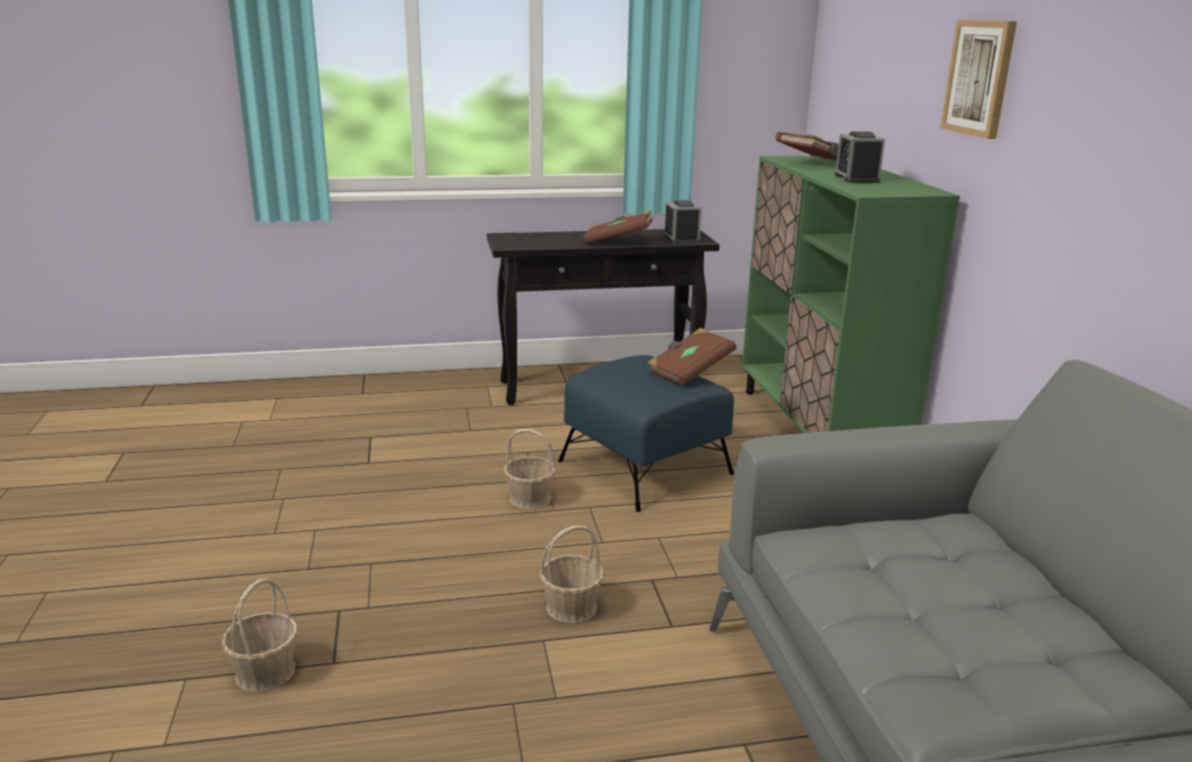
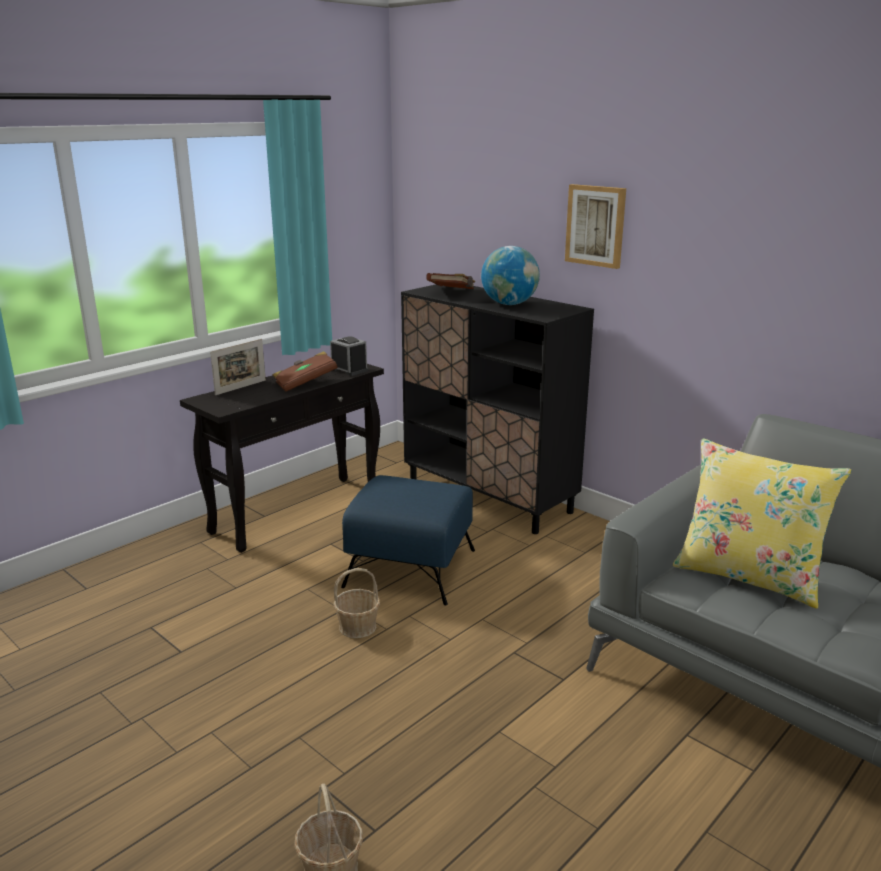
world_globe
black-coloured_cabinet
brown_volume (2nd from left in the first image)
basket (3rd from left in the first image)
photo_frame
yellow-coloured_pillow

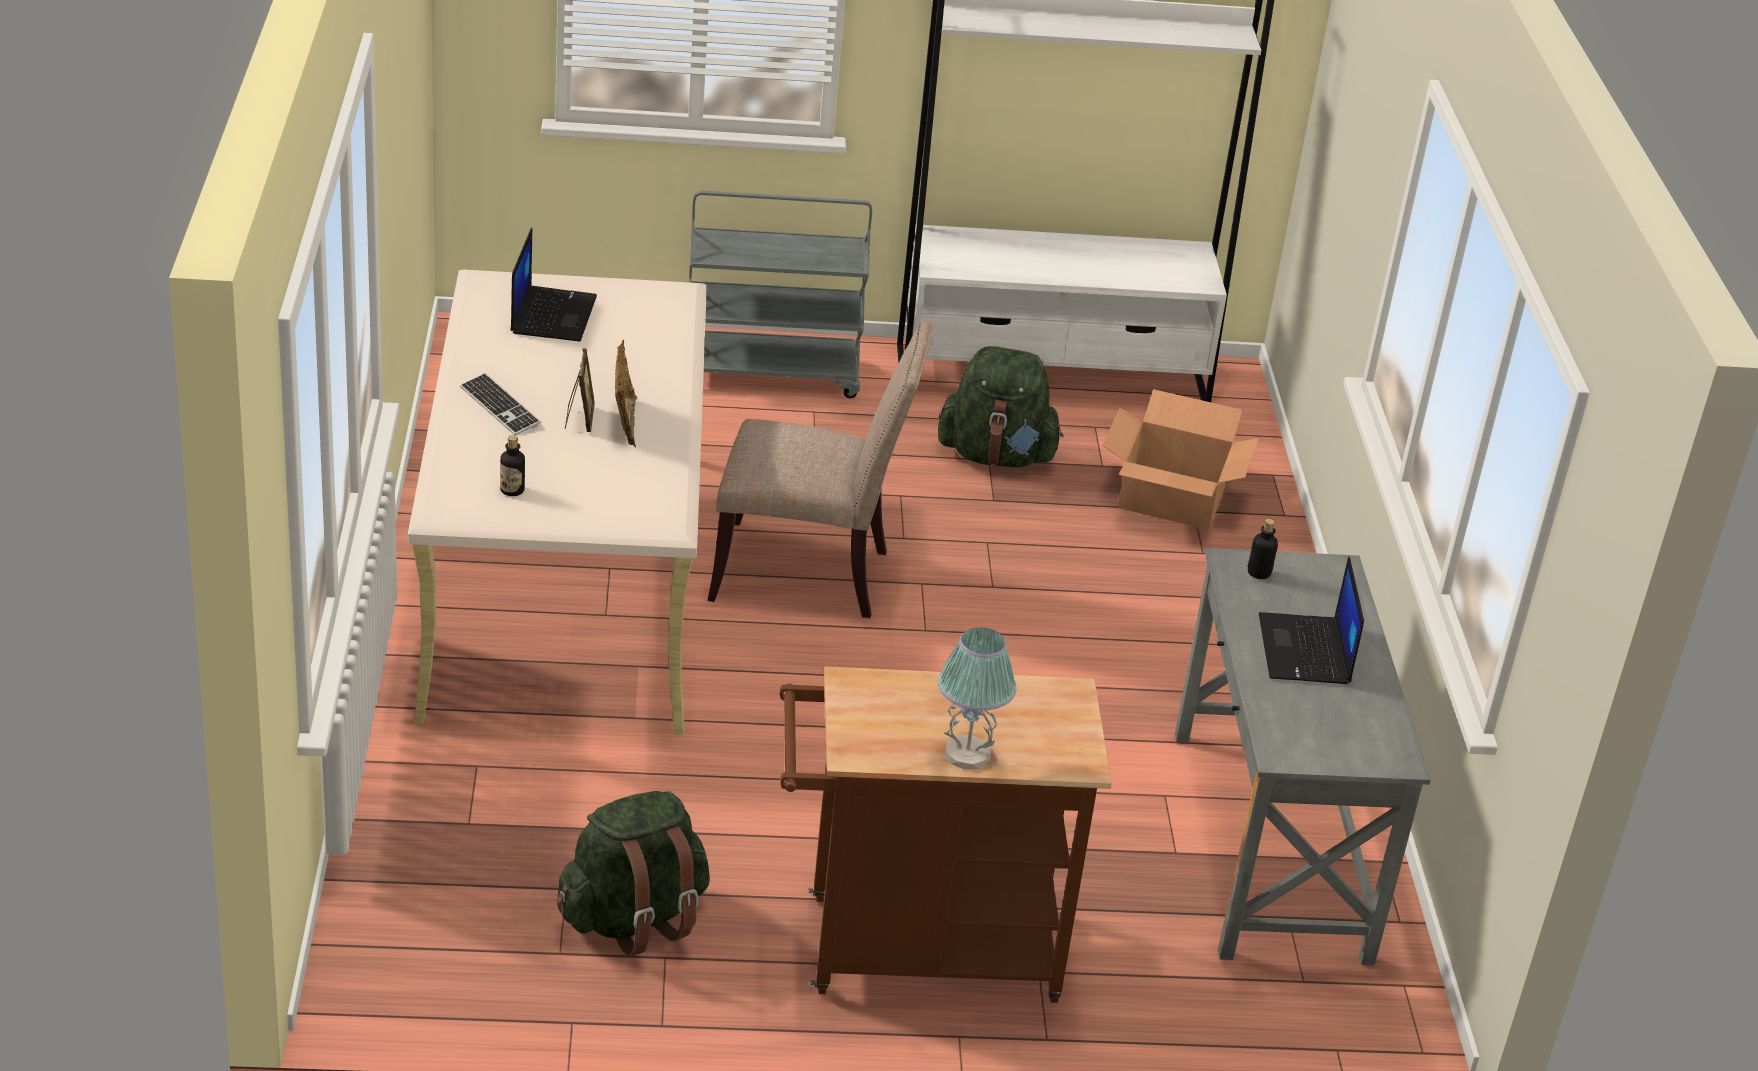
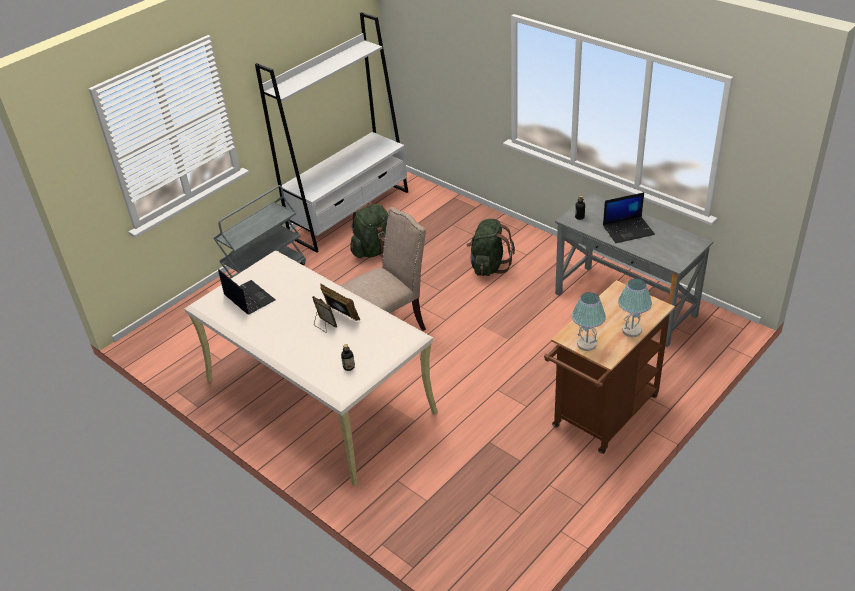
PC_keyboard
packing_box
laptop (2nd from left)
green_backpack (2nd from left)
tabletop_lamp (1st from left)

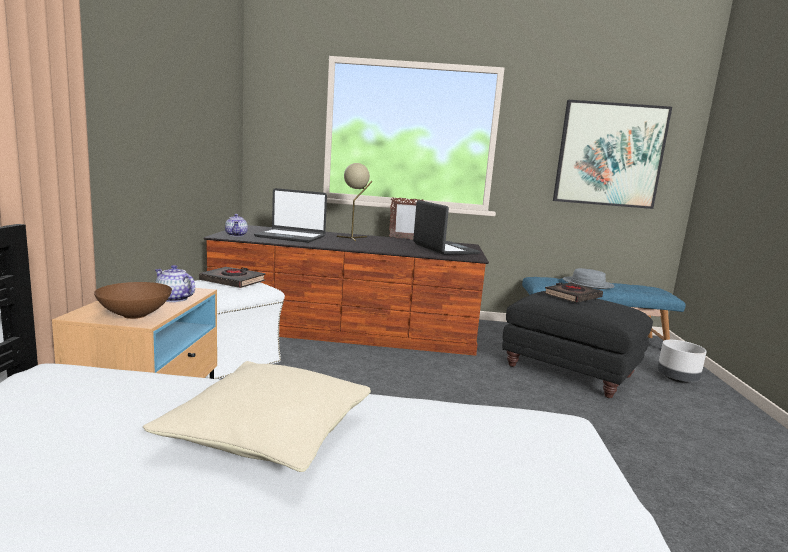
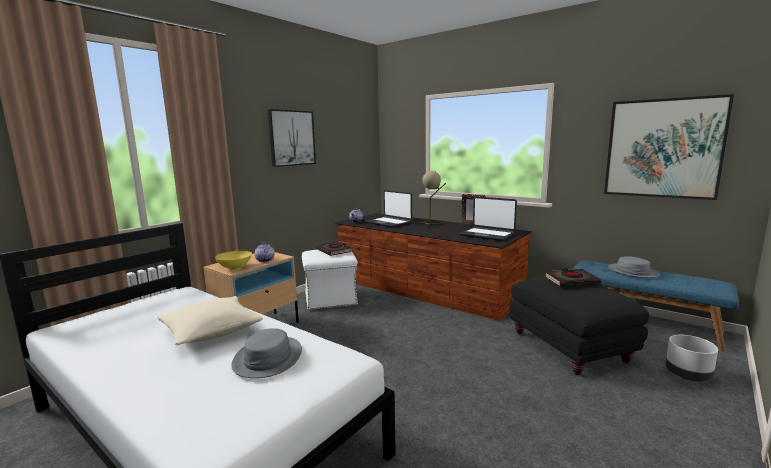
laptop (2nd from left)
yellow-coloured_bowl
wall_art (1st from left)
grey_hat (1st from left)

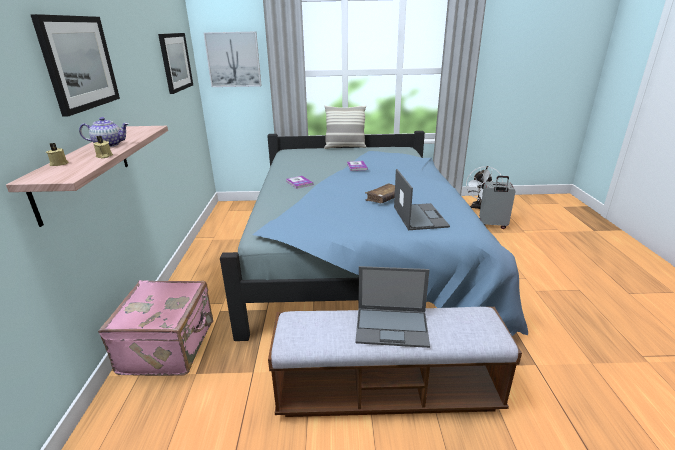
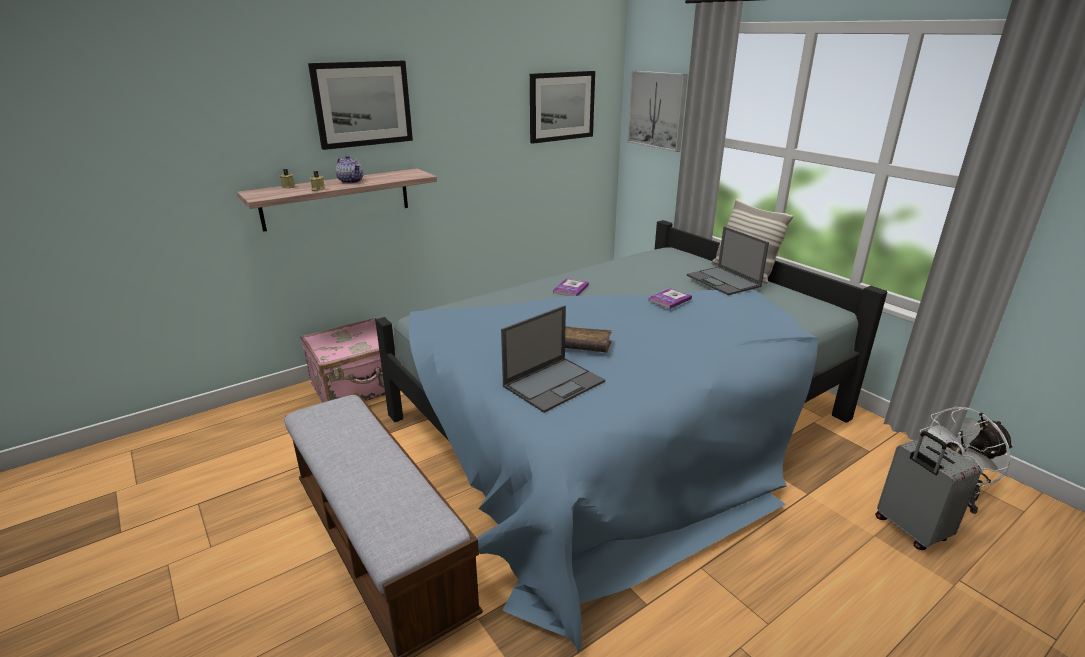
laptop (2nd from left)

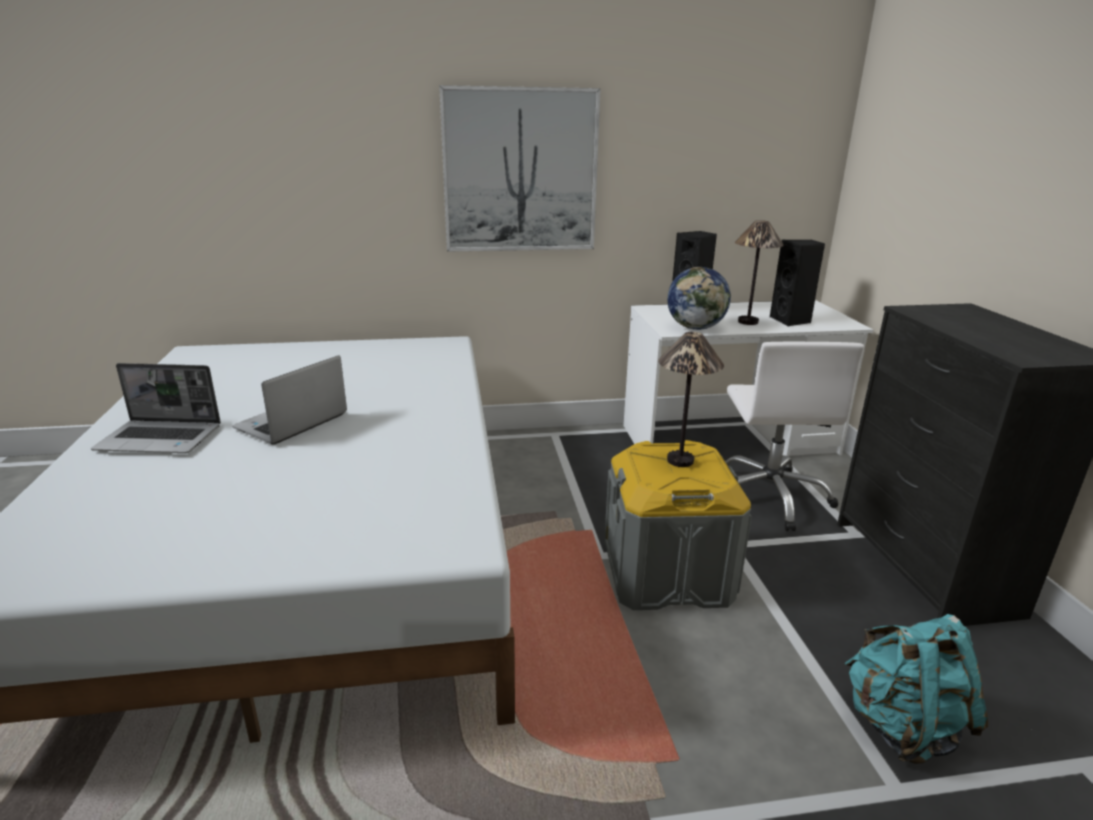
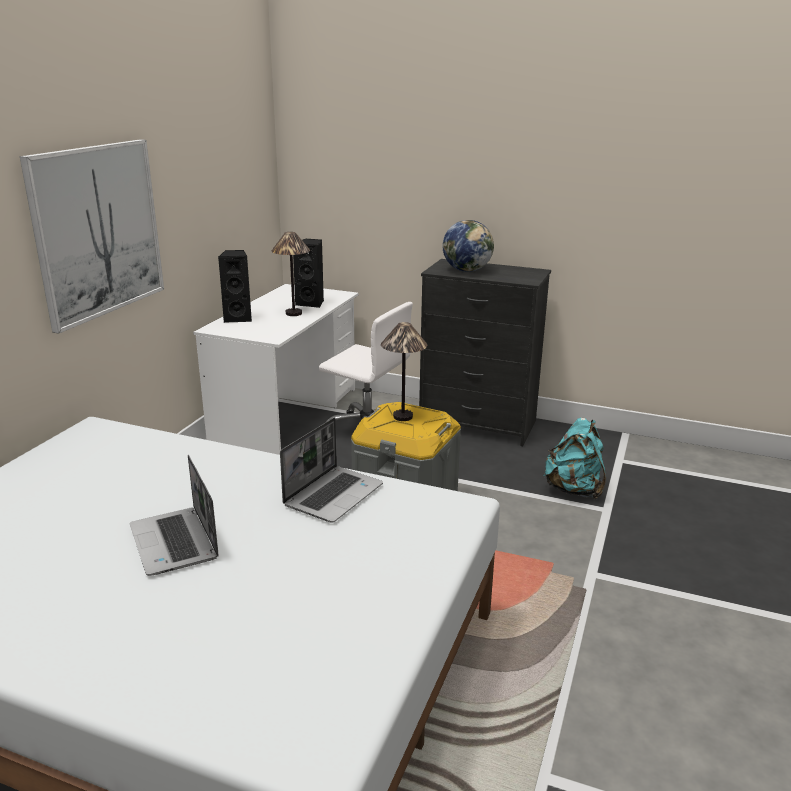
world_globe
laptop (2nd from left)

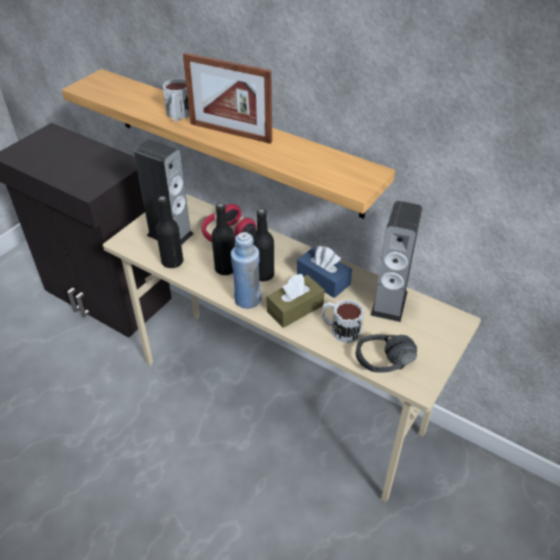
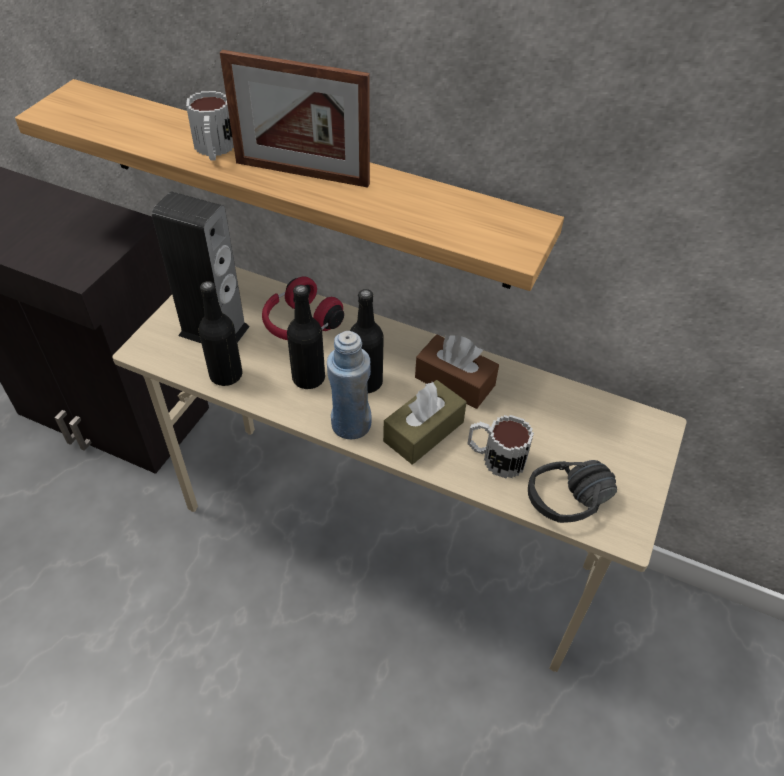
speaker (2nd from left in the first image)
brown_tissue_box (2nd from left)

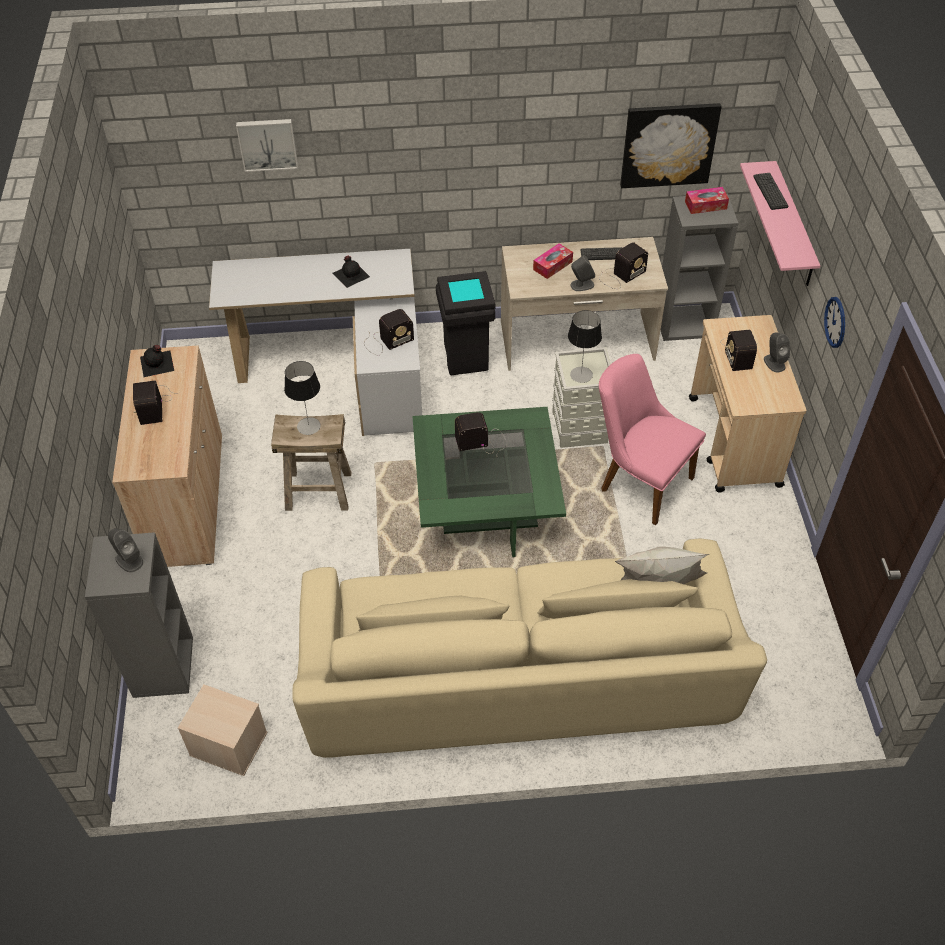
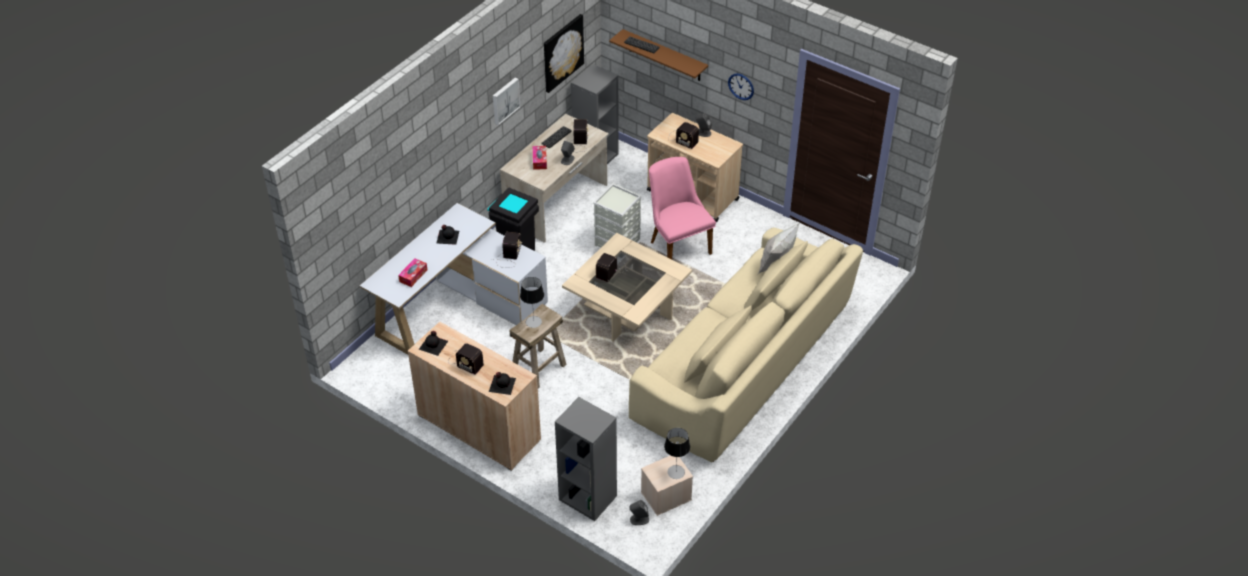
wall_art (1st from left)
brown_bracket_shelf
tissue_box (1st from left)
tabletop_lamp (2nd from left)
pinkish_upright_chair
sand-coloured_low_table
grey_speaker (2nd from left)
black-coloured_beverage_bottle (3rd from left)

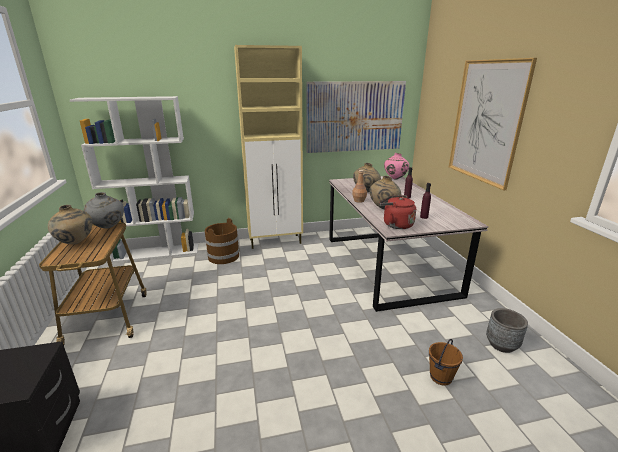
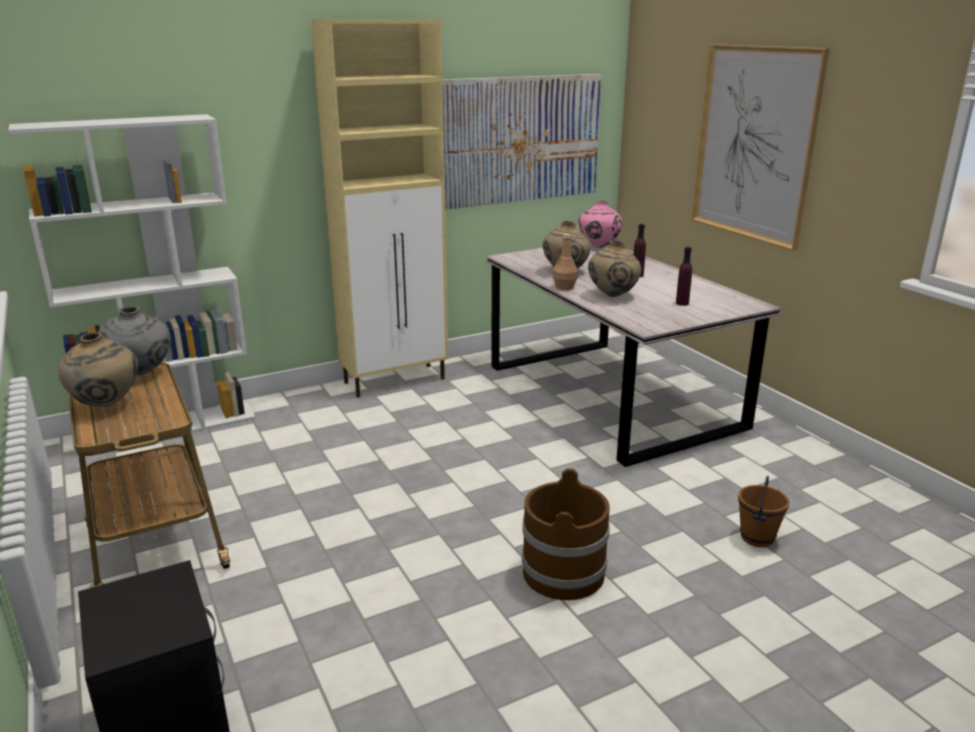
reddish_kettle
brown_bucket (1st from left)
grey_plant_pot

